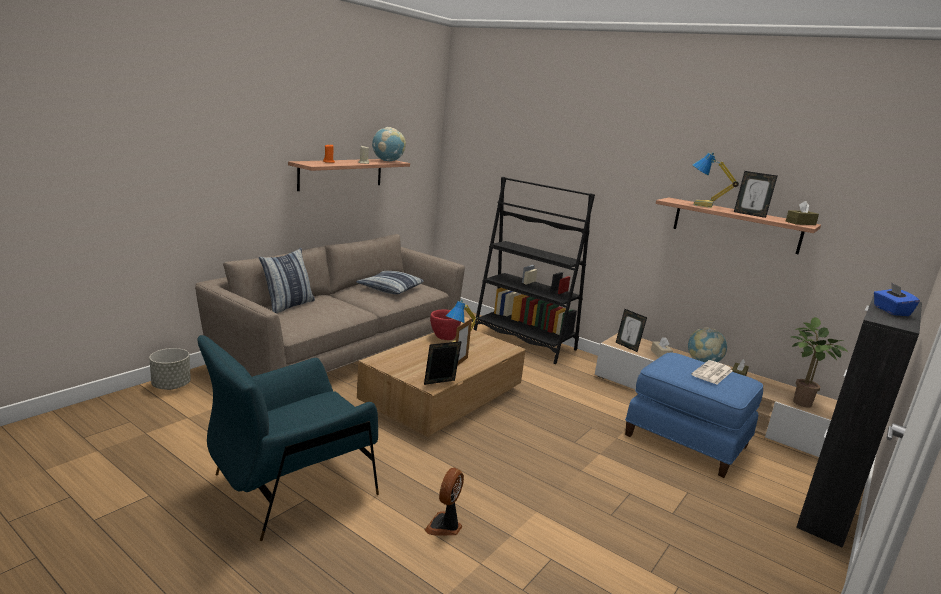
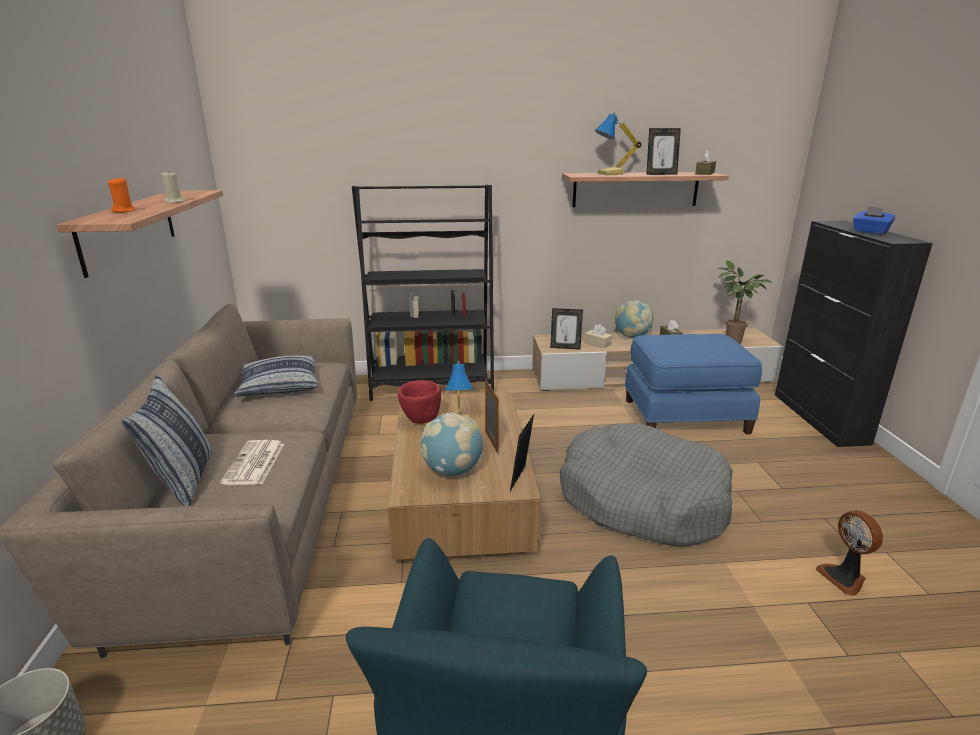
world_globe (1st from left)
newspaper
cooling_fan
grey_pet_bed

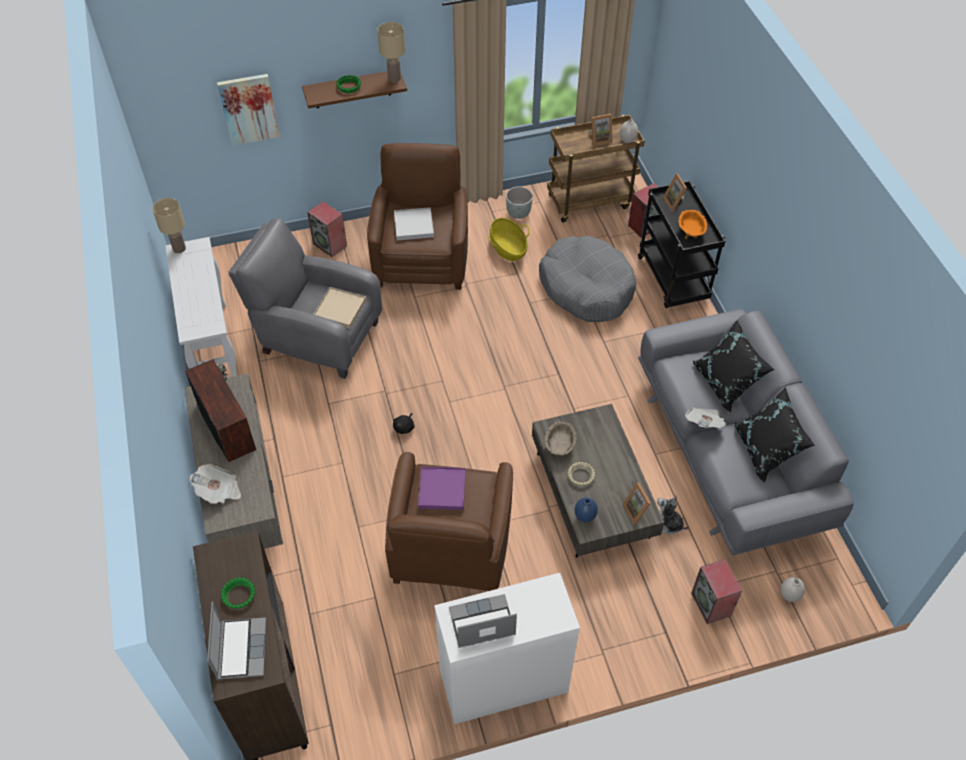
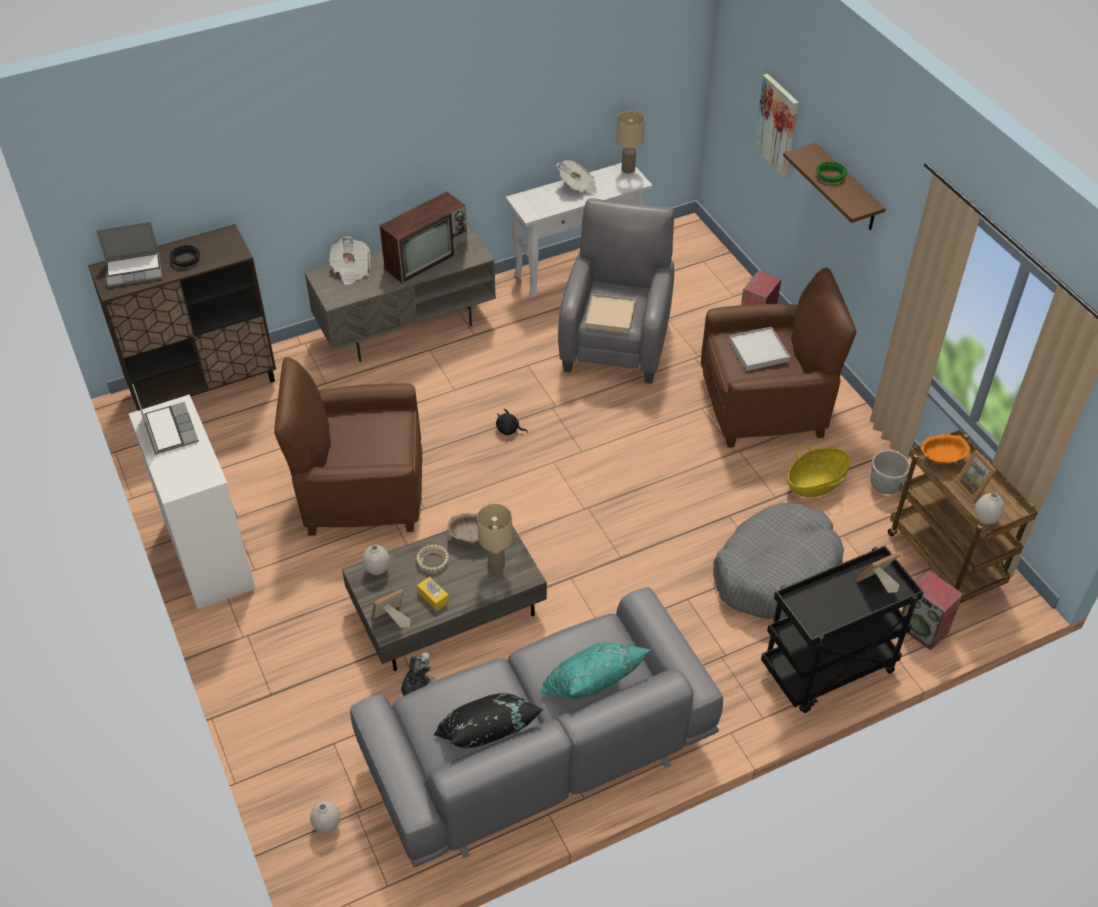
sand-coloured_tabletop_lamp (1st from left)
orange_bowl
blue-green_pillow
newspaper (2nd from left)
purplish_tray
white-coloured_decorative_vase (2nd from left)
speaker (3rd from left in the first image)
black-coloured_bowl
yellow-coloured_tissue_box

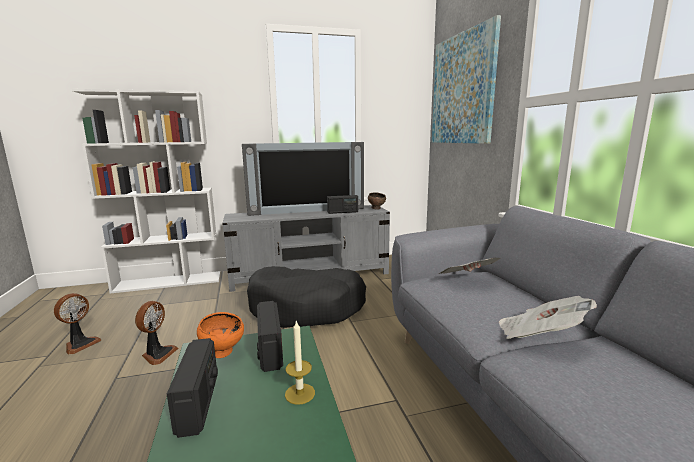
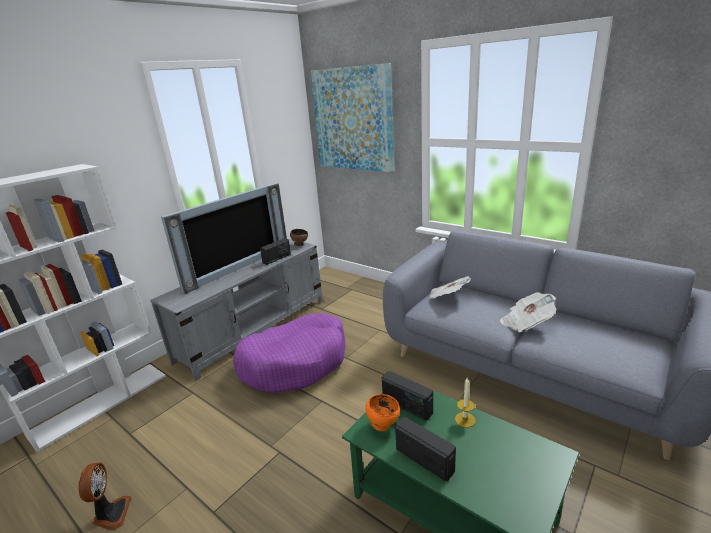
purplish_pet_bed
cooling_fan (2nd from left in the first image)

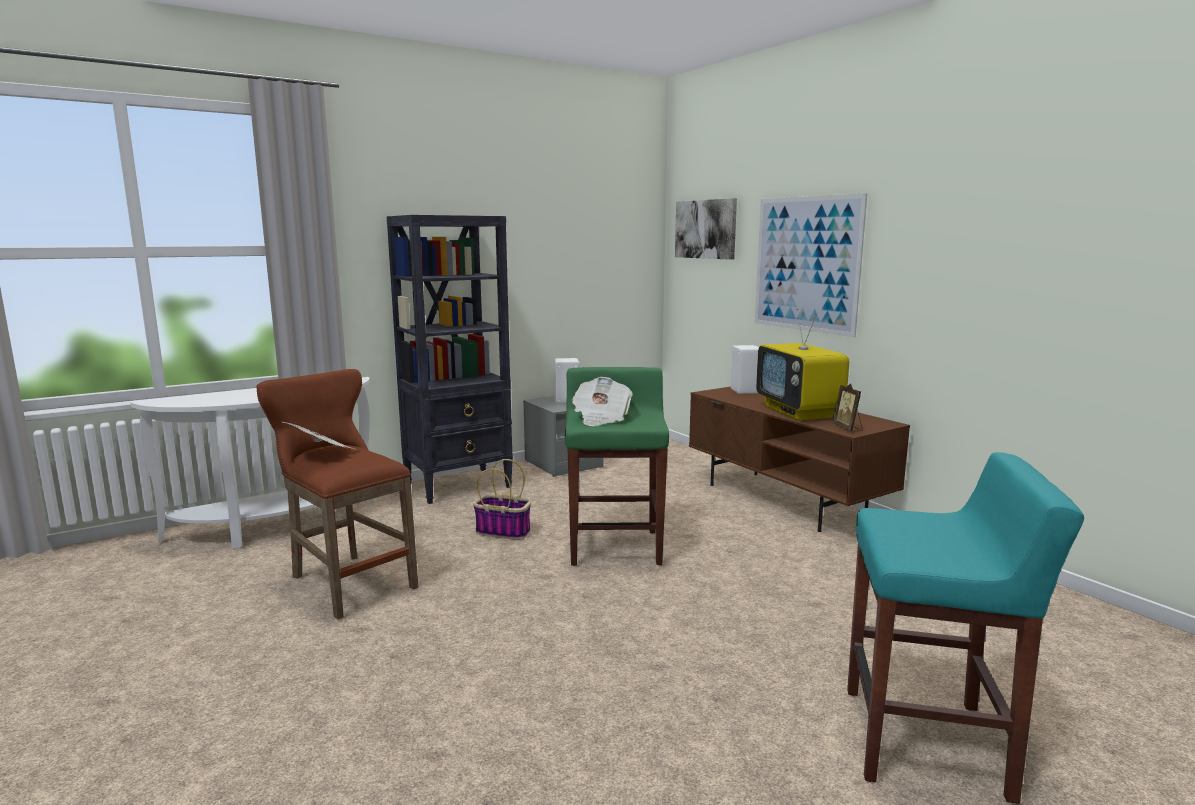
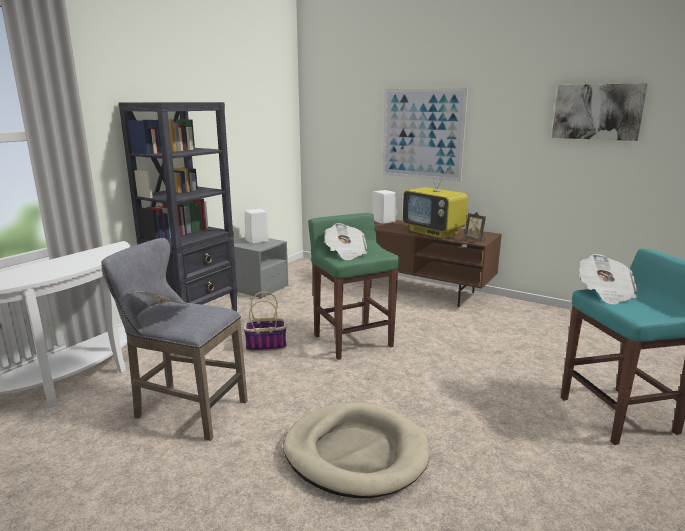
wall_art (2nd from left)
grey_stool_seat
newspaper (3rd from left)
sand-coloured_pet_bed

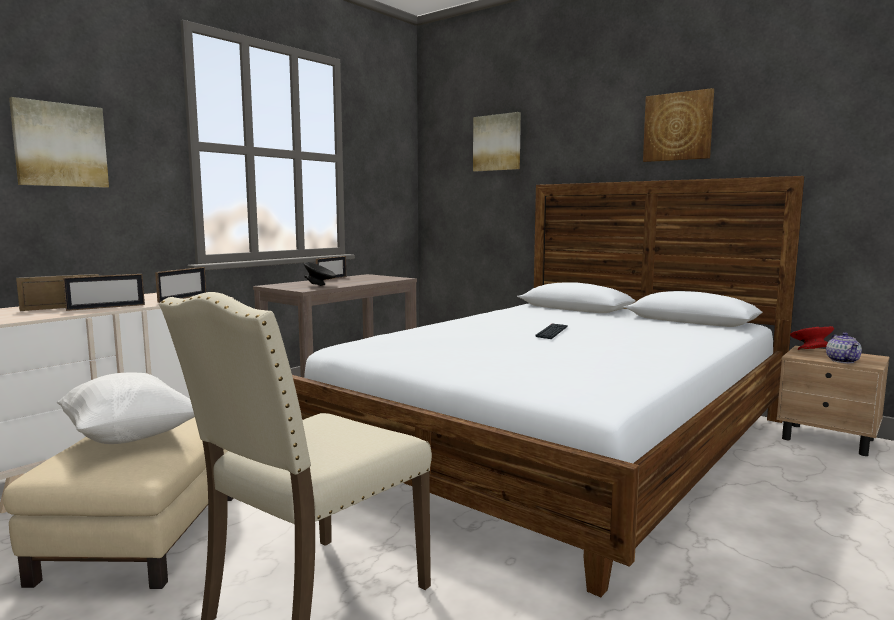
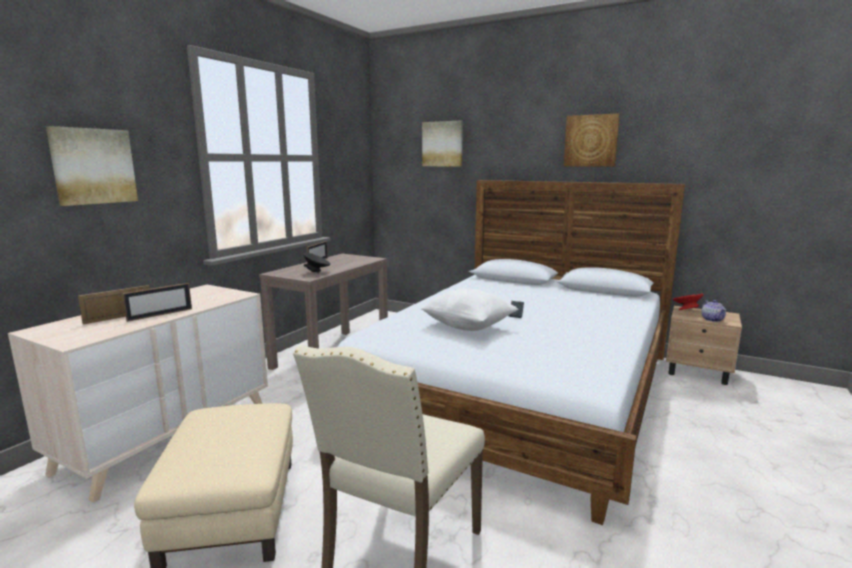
photo_frame (3rd from left in the first image)
white-coloured_pillow

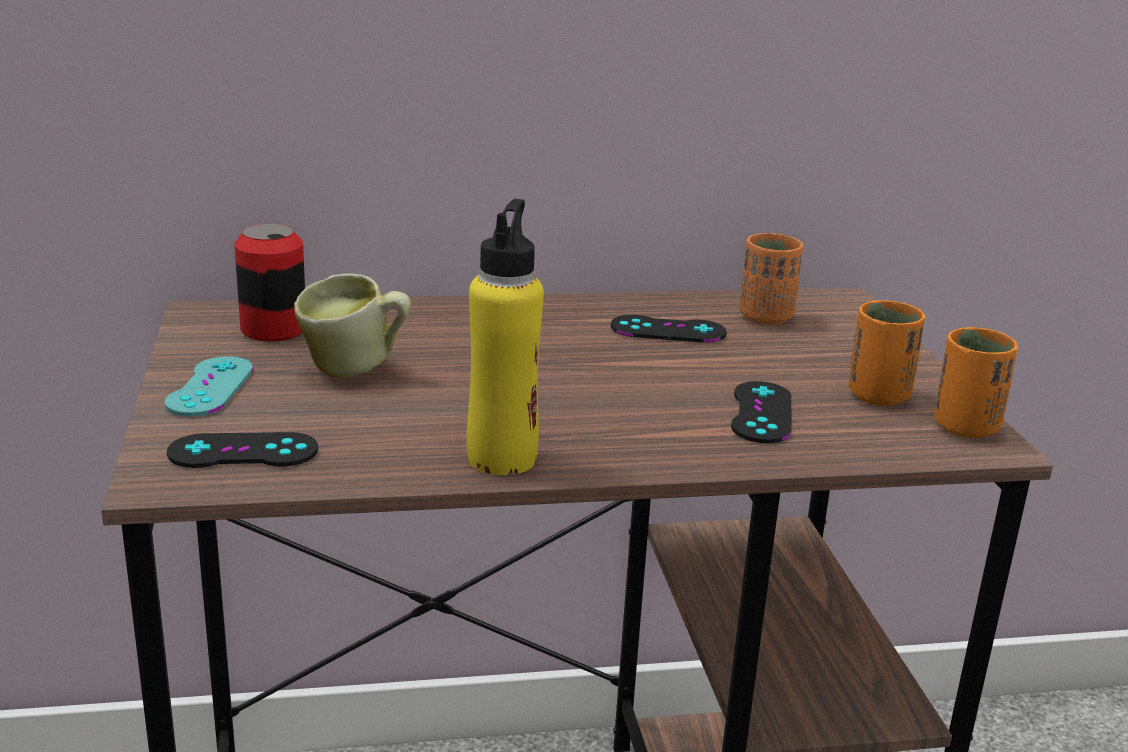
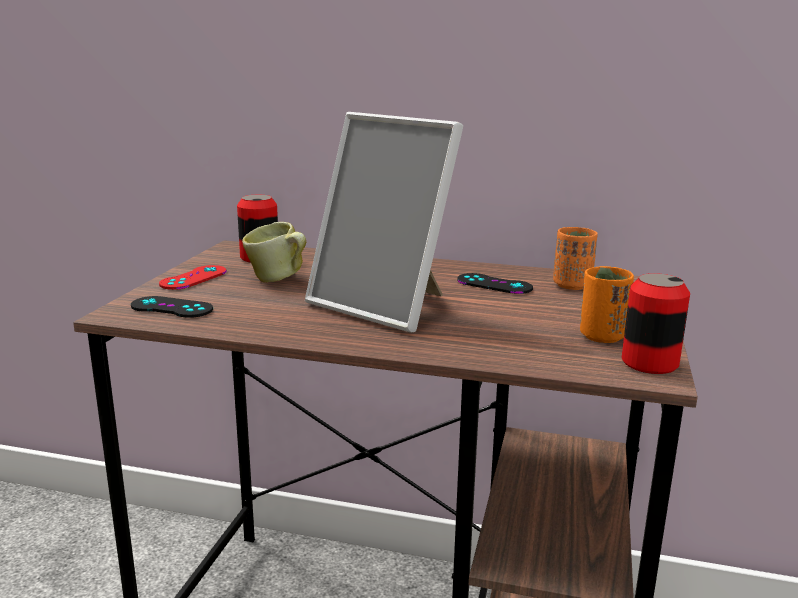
yellow-coloured_beverage_bottle
sealed_can (2nd from left)
reddish_gamepad
black-coloured_gamepad (3rd from left in the first image)
photo_frame

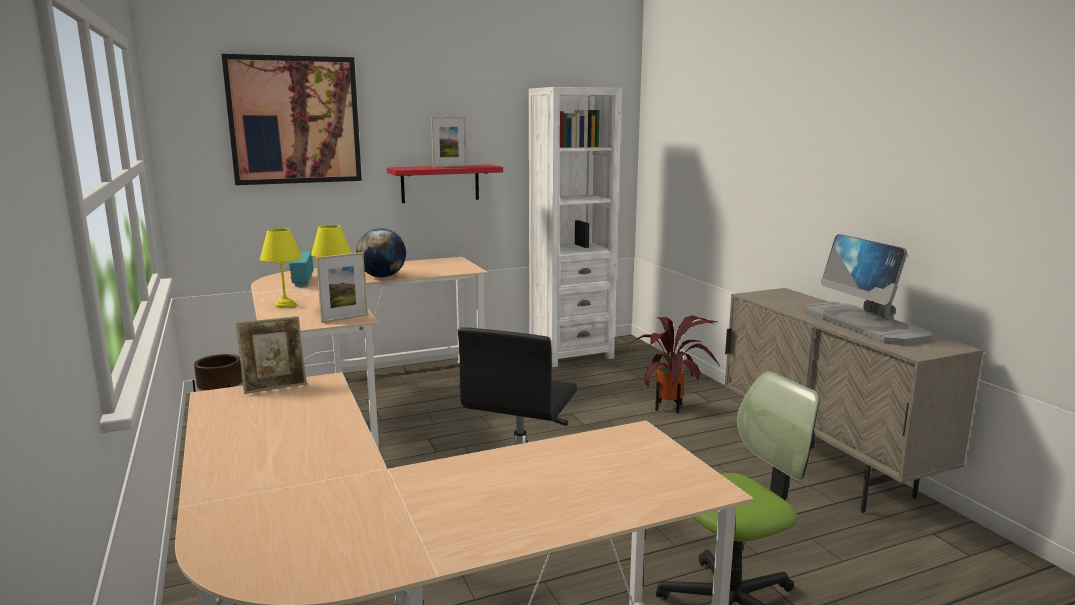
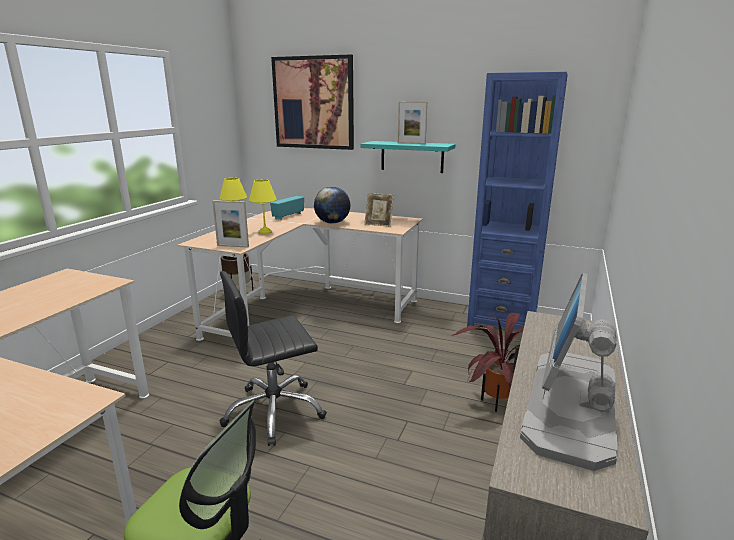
blue_bookshelf
blue-green_bracket_shelf
photo_frame (2nd from left)

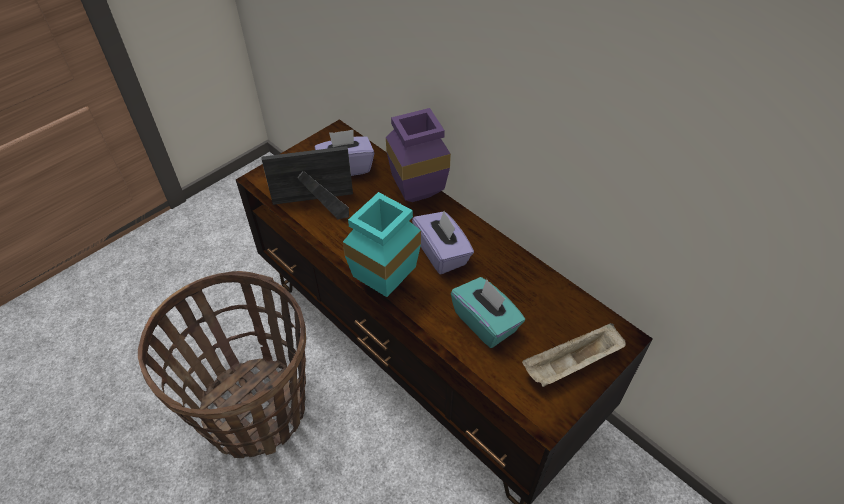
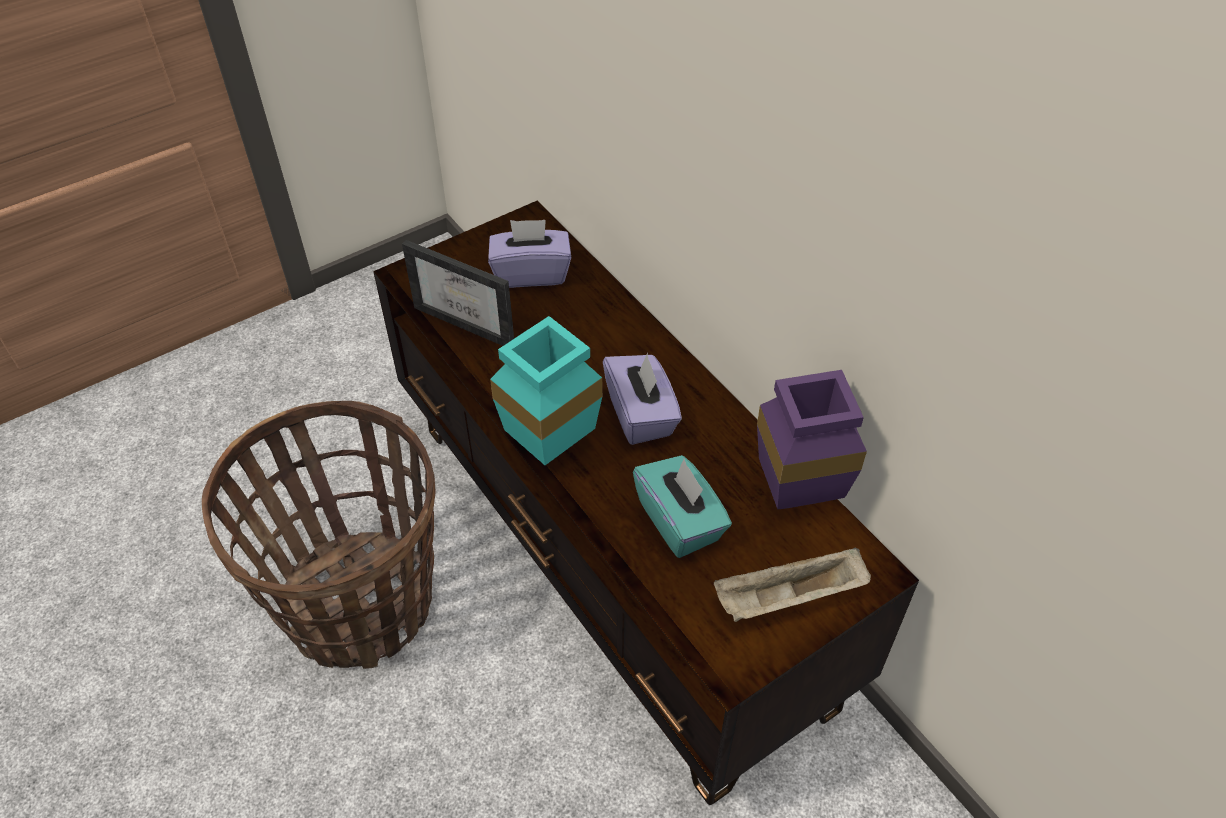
purplish_decorative_vase
photo_frame

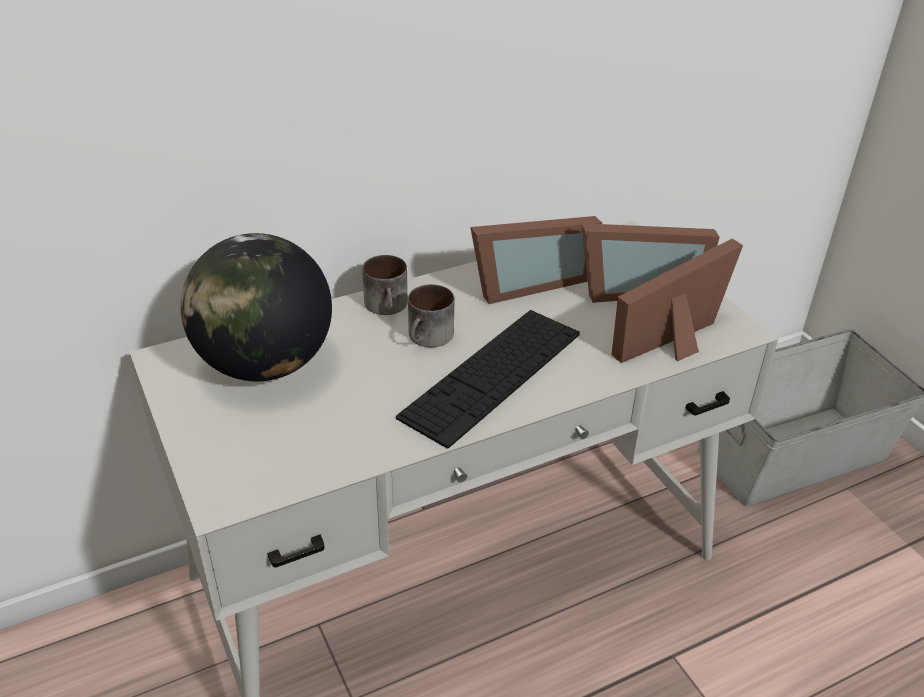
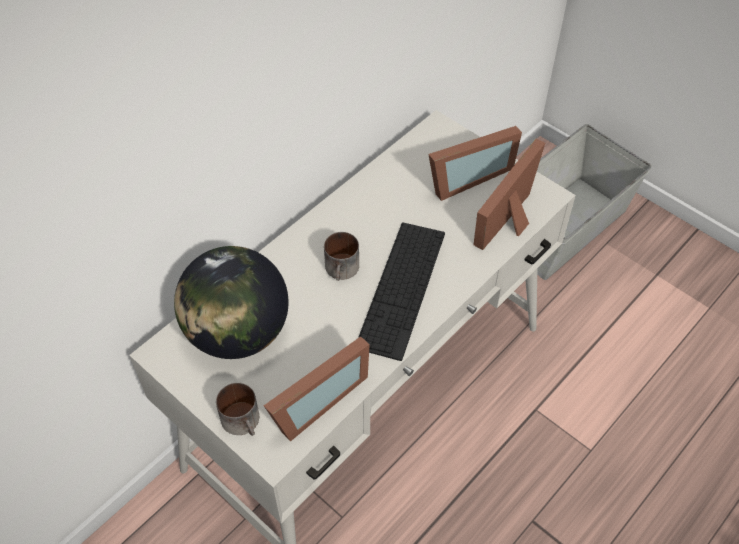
photo_frame (1st from left)
mug (1st from left)

